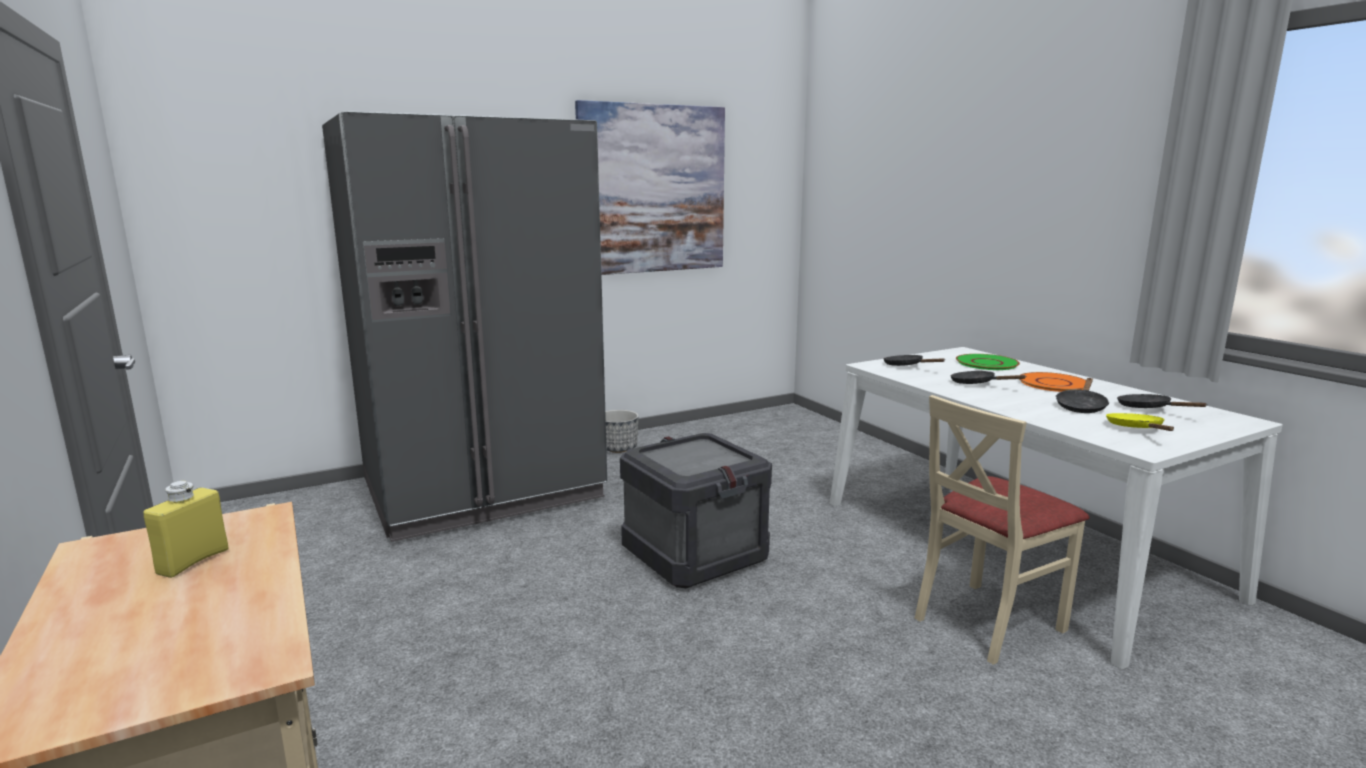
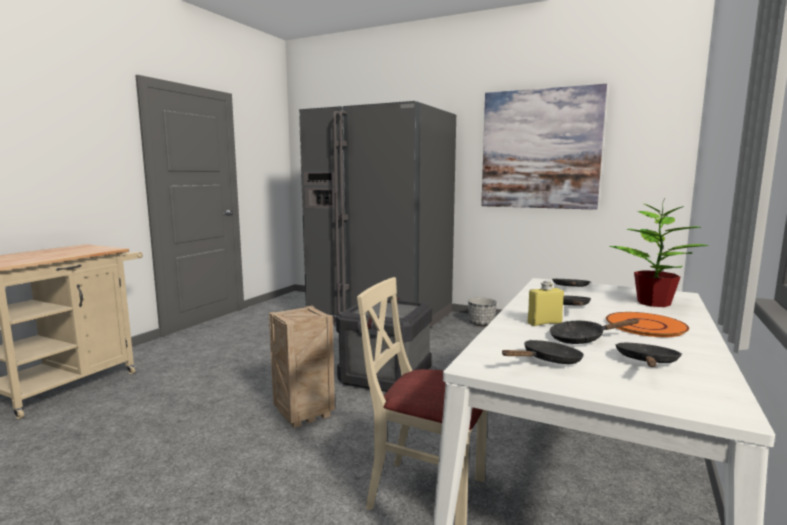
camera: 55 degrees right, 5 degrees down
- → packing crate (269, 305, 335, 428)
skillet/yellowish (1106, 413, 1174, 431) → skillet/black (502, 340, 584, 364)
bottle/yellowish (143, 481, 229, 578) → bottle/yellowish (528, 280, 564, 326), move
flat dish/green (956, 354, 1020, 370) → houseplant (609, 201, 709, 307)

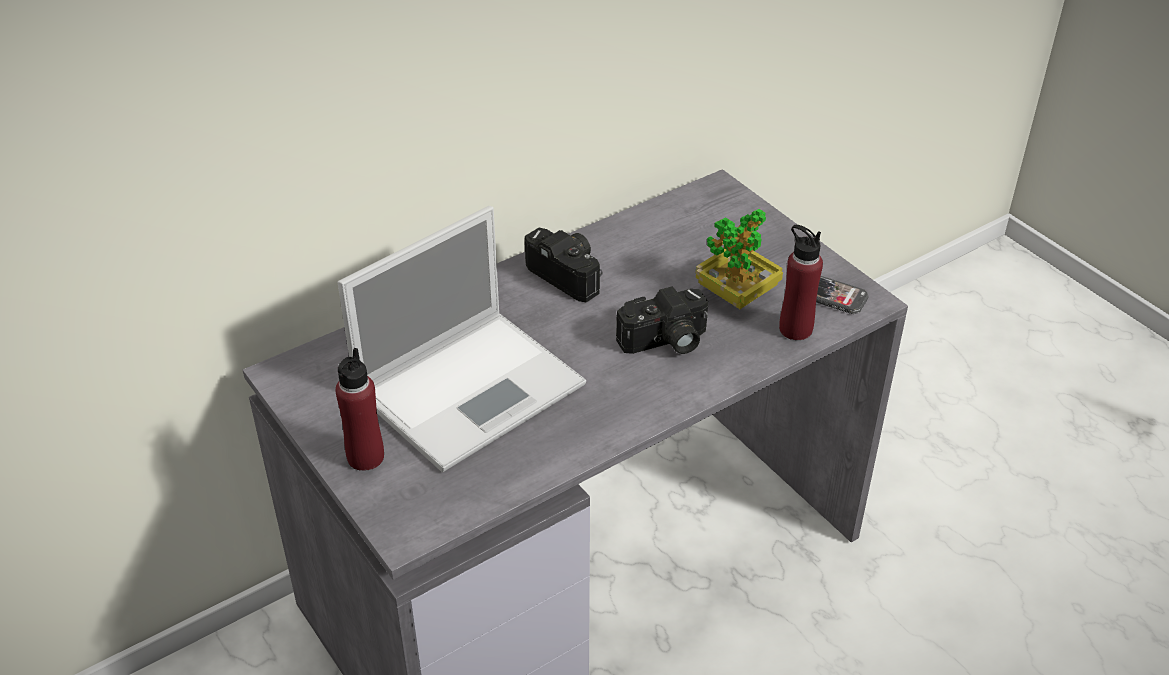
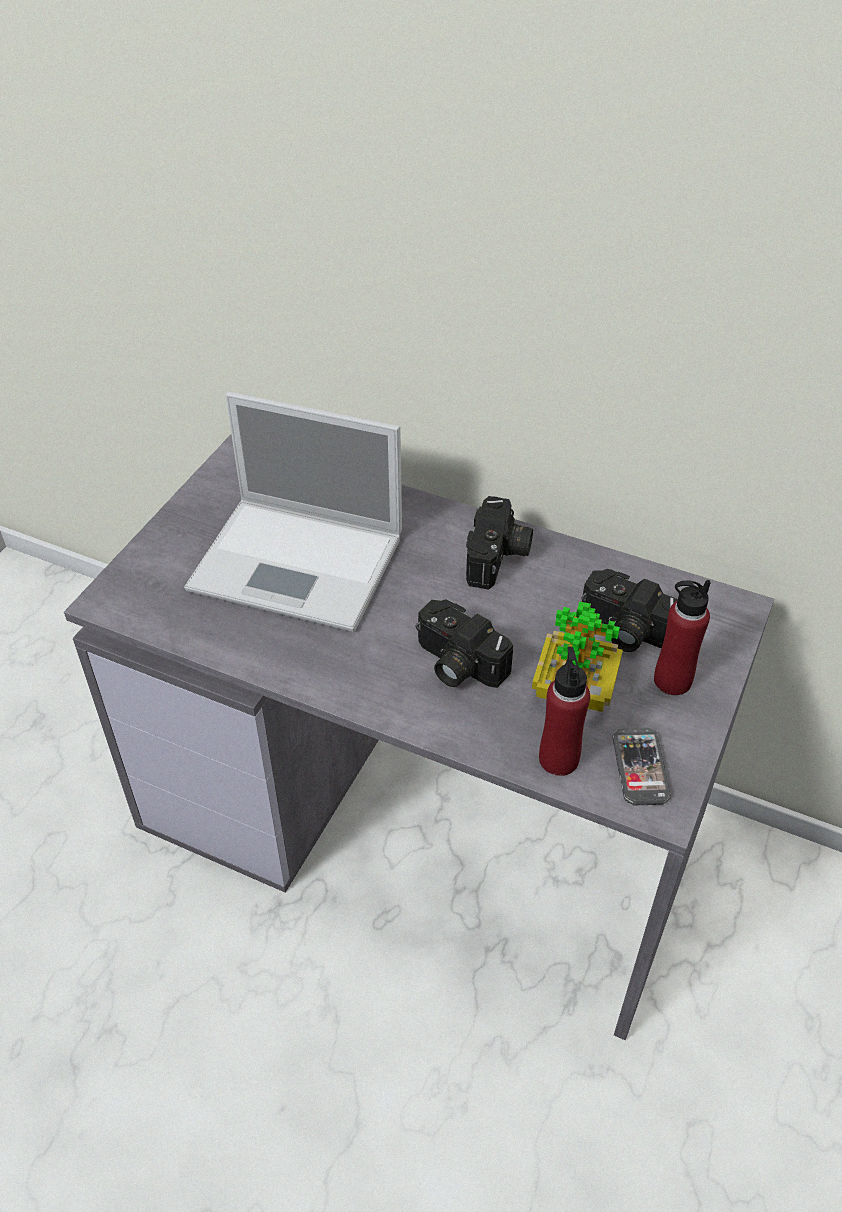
camera: 60 degrees right, 5 degrees up
- → still camera (581, 569, 678, 652)
bottle/red-coloured (335, 348, 384, 471) → bottle/red-coloured (654, 580, 711, 695), move

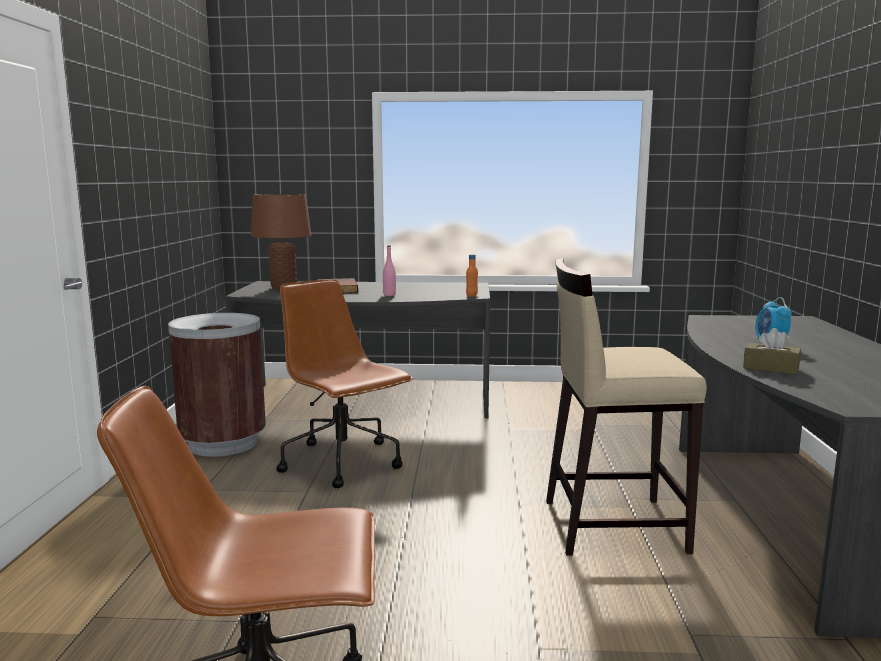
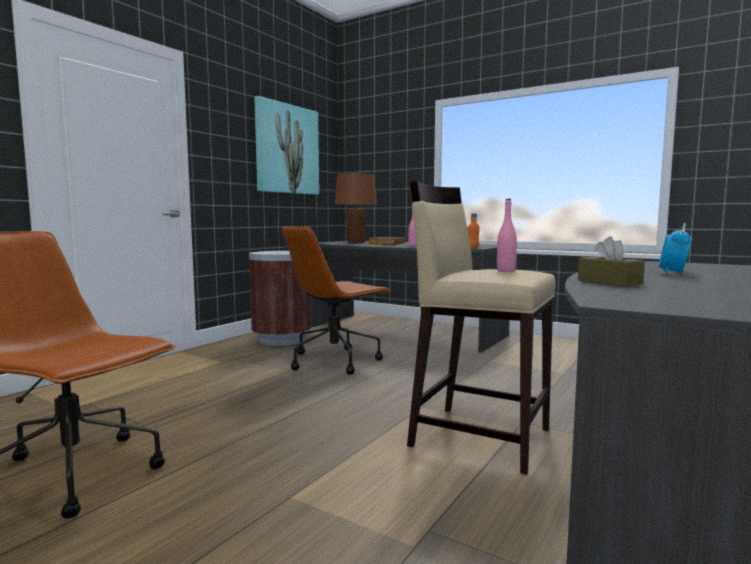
camera: 30 degrees right, 5 degrees down
- → wall art (254, 96, 319, 195)
desk chair/brown (276, 279, 413, 488) → desk chair/brown (282, 226, 391, 374), 120 degrees counterclockwise
- → bottle/pinkish (497, 199, 517, 272)

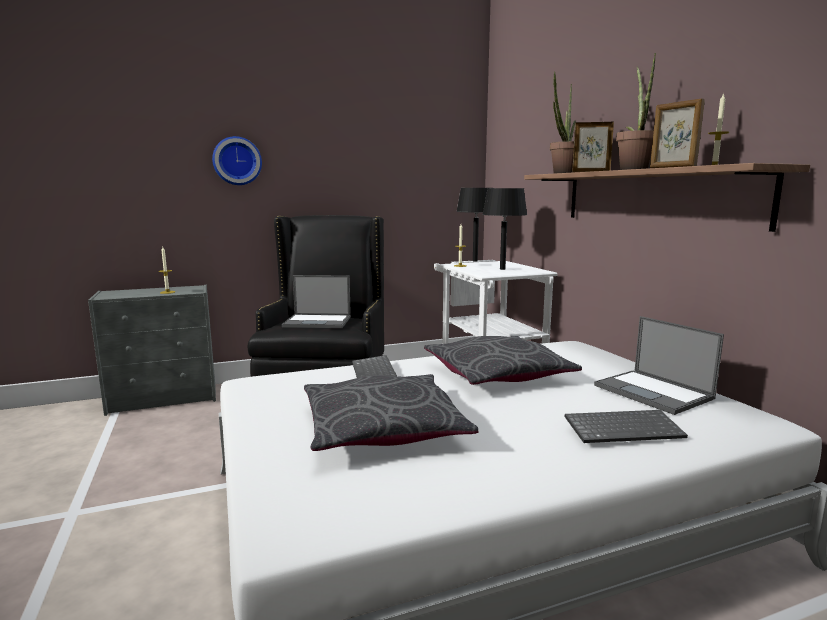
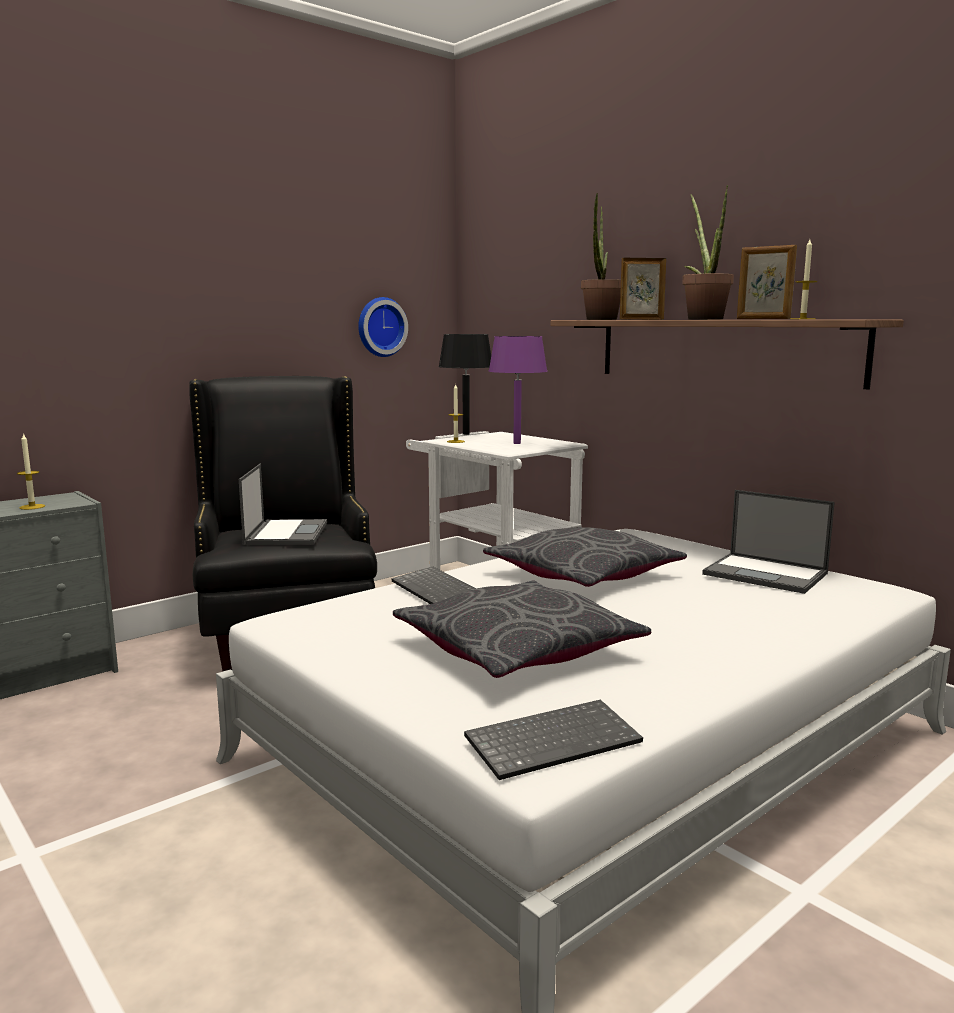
camera: 20 degrees left, 0 degrees up
portable computer (282, 275, 351, 328) → portable computer (239, 464, 327, 545), 75 degrees counterclockwise
wall clock (212, 136, 262, 185) → wall clock (358, 297, 408, 357), move
keyboard (565, 410, 688, 443) → keyboard (464, 699, 643, 780), move
lamp for a table/black (482, 188, 527, 270) → lamp for a table/purple (489, 336, 547, 444)

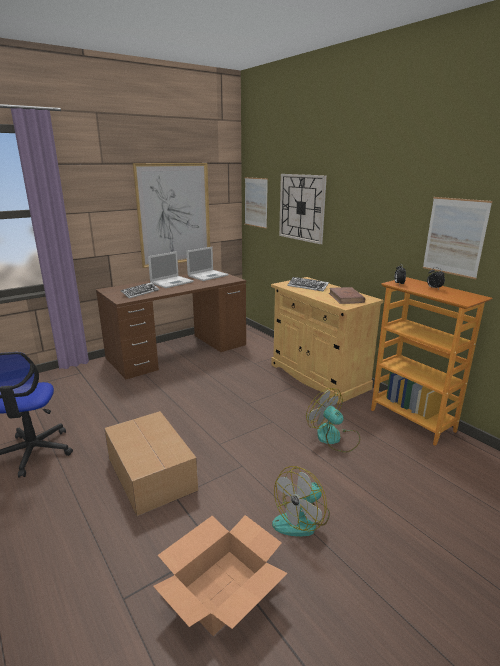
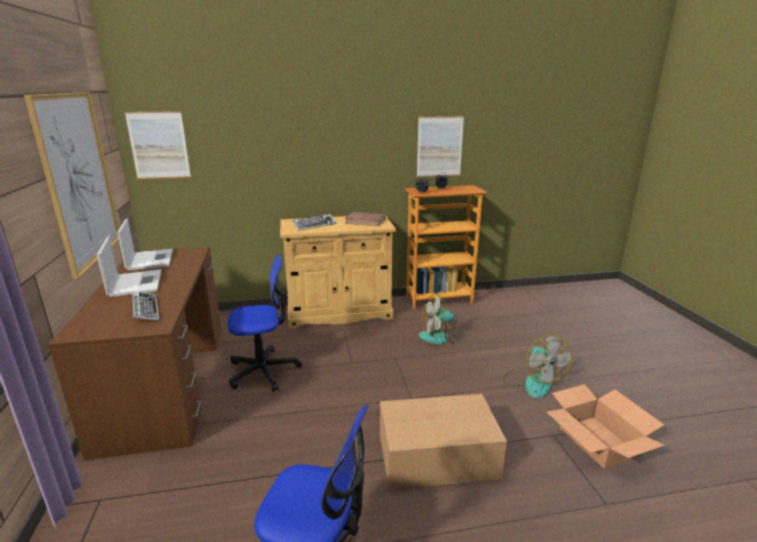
camera: 65 degrees left, 0 degrees up
- → desk chair (228, 254, 302, 392)
wall clock (279, 174, 327, 244) → -

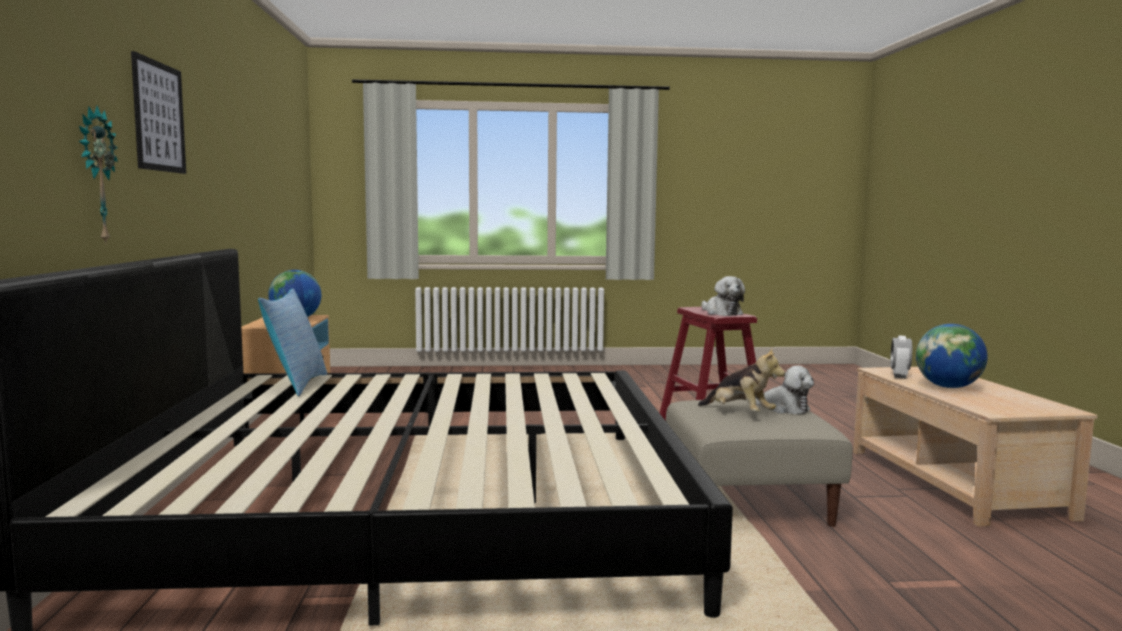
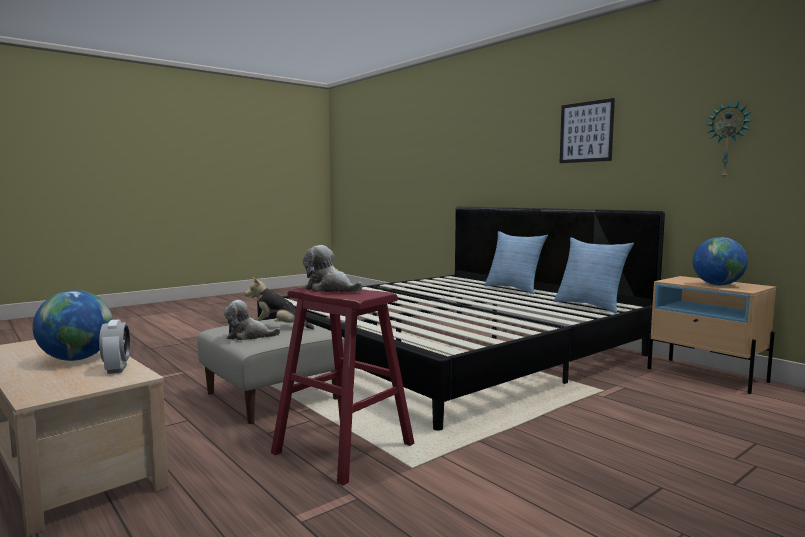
camera: 145 degrees right, 0 degrees up
- → throw pillow (484, 231, 548, 294)
wall clock (79, 105, 118, 244) → wall clock (706, 100, 752, 179), move

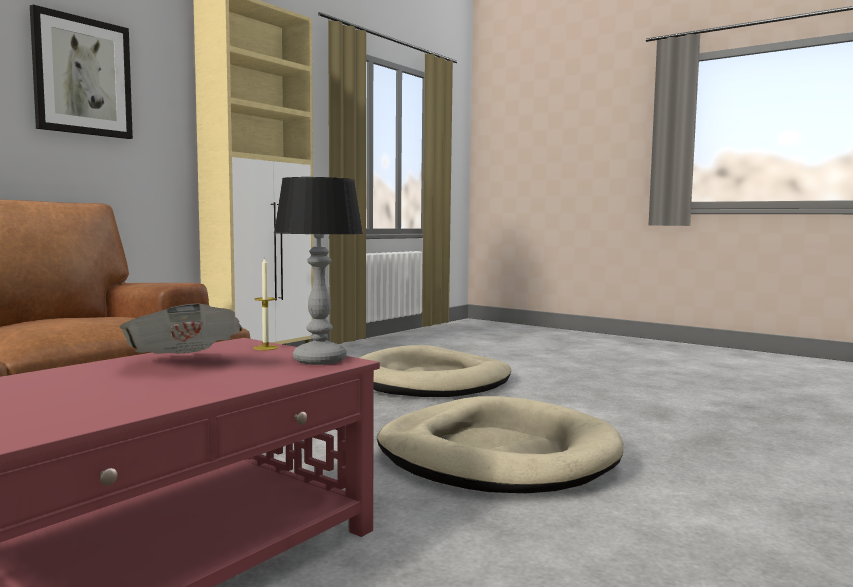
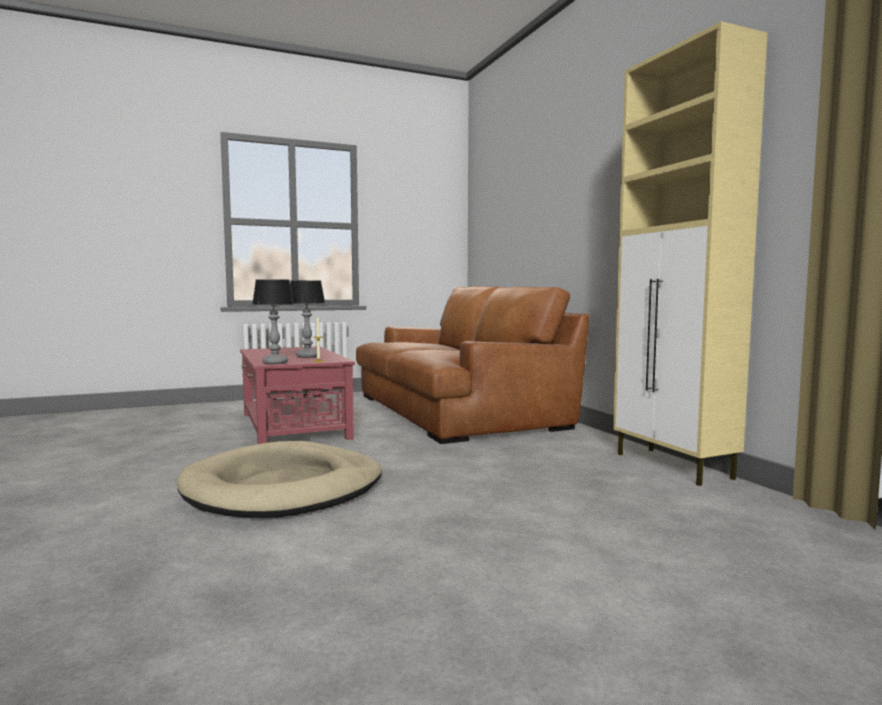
camera: 120 degrees right, 0 degrees up
printed paper (120, 303, 242, 354) → lamp for a table (290, 280, 325, 358)
wall art (30, 5, 133, 139) → -
dog cushion/beige (359, 345, 511, 397) → -

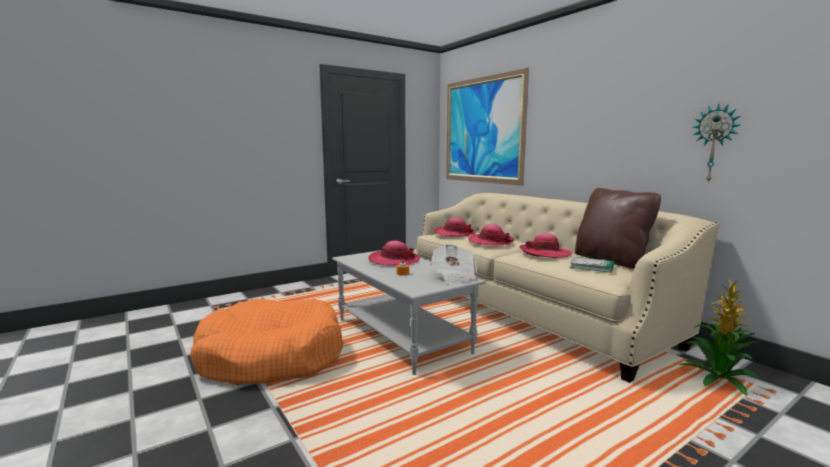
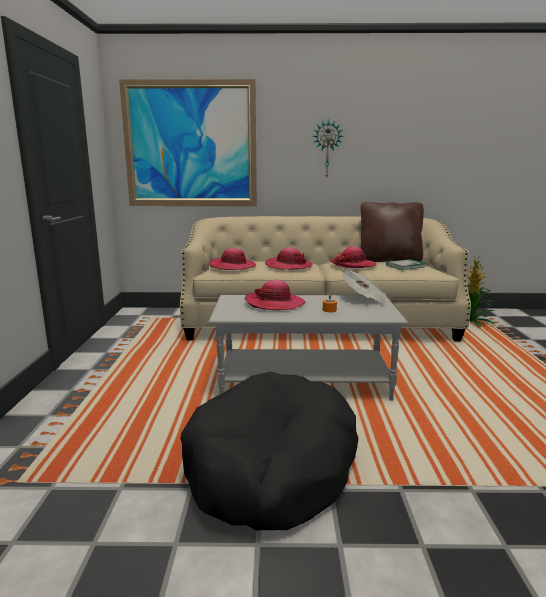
camera: 55 degrees left, 5 degrees up
dog cushion/orangey (190, 299, 343, 386) → dog cushion/black (180, 372, 359, 530)
wall clock (693, 104, 740, 183) → wall clock (313, 120, 343, 177), move

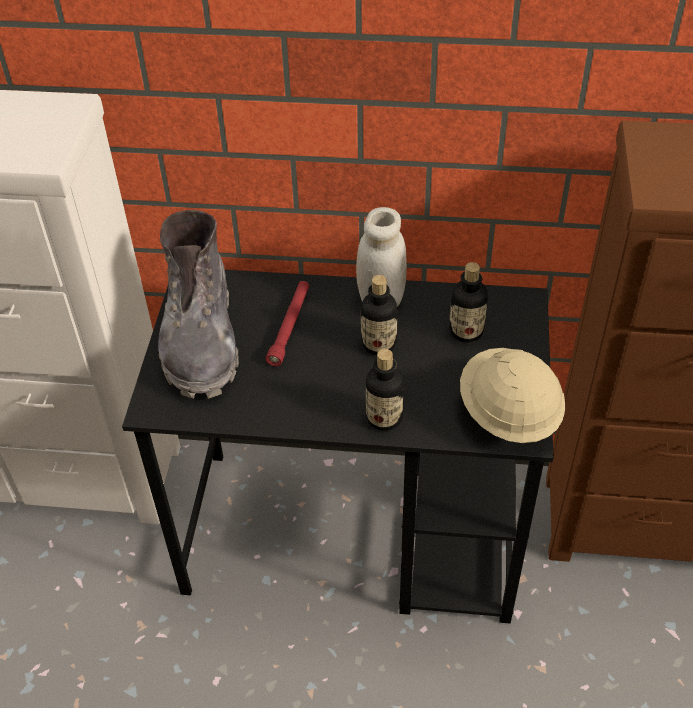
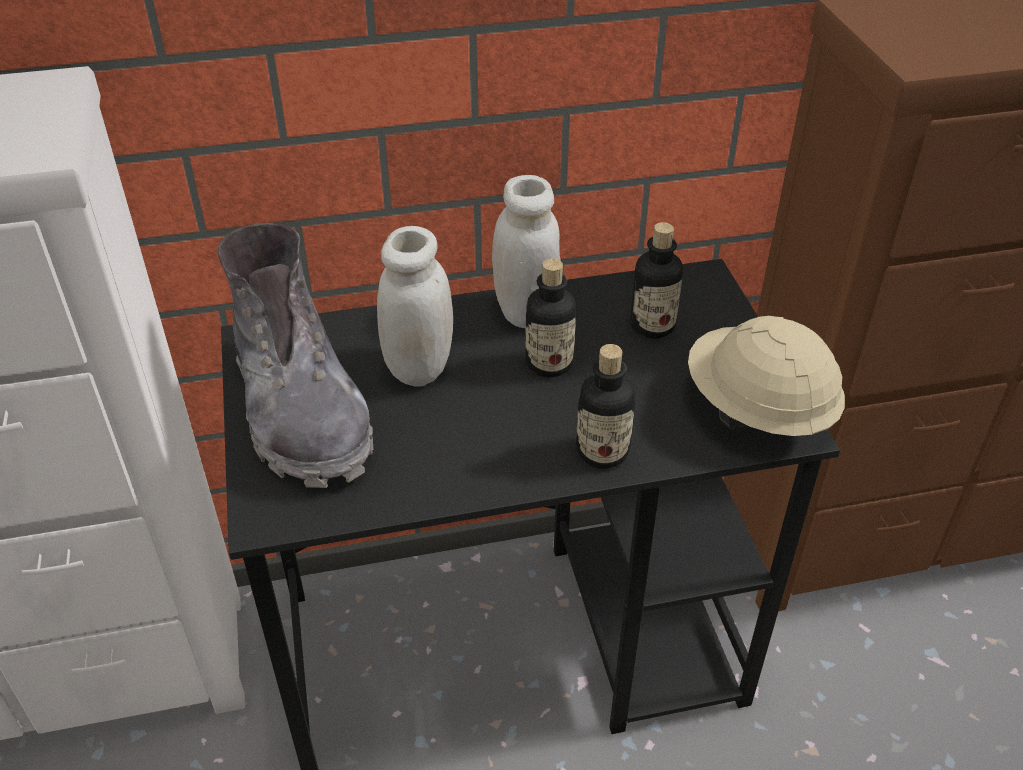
camera: 20 degrees left, 5 degrees down
hand torch/red-coloured (266, 281, 309, 366) → jar/whitish (377, 226, 453, 387)

